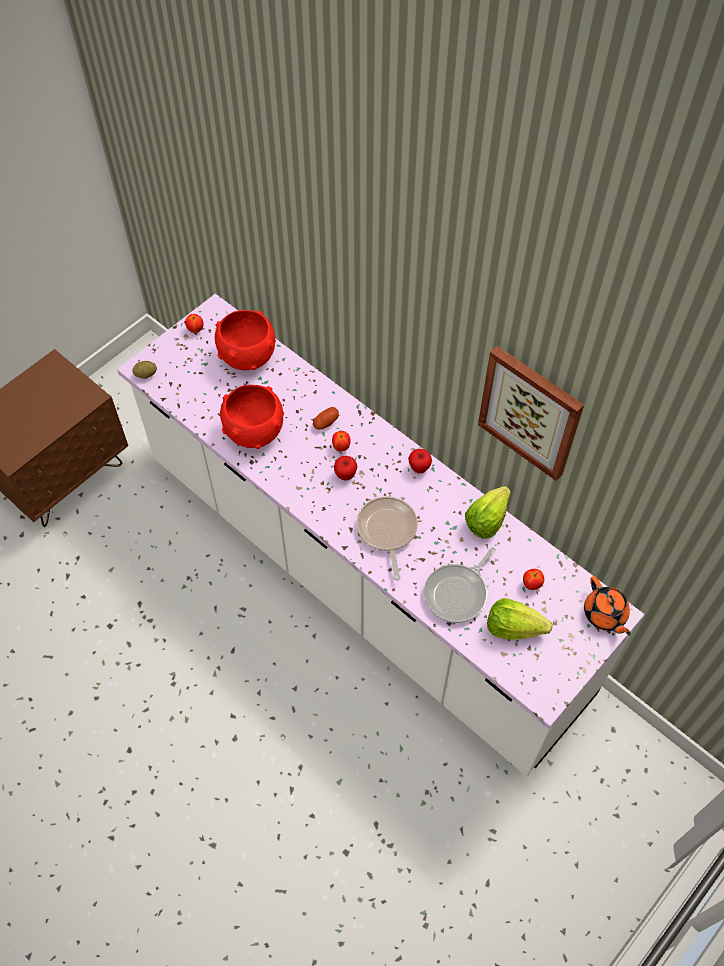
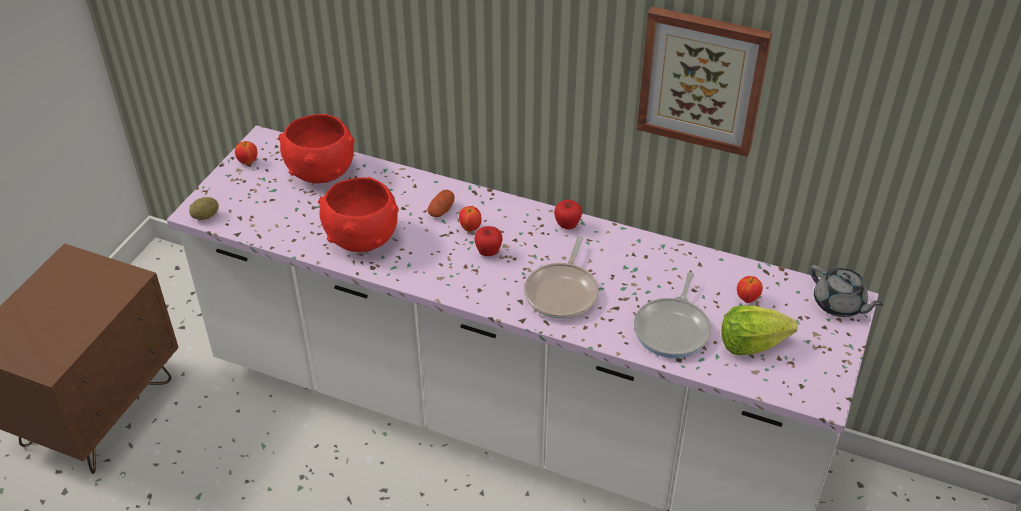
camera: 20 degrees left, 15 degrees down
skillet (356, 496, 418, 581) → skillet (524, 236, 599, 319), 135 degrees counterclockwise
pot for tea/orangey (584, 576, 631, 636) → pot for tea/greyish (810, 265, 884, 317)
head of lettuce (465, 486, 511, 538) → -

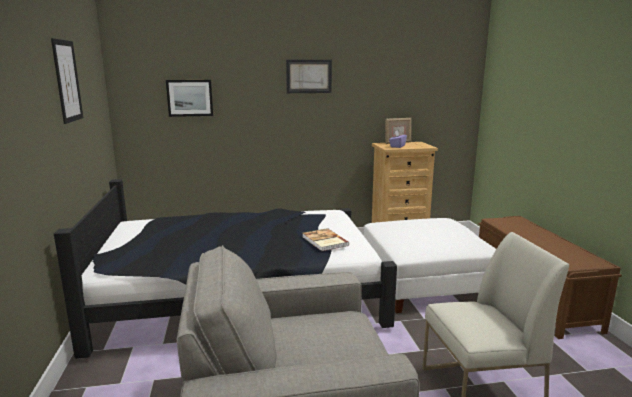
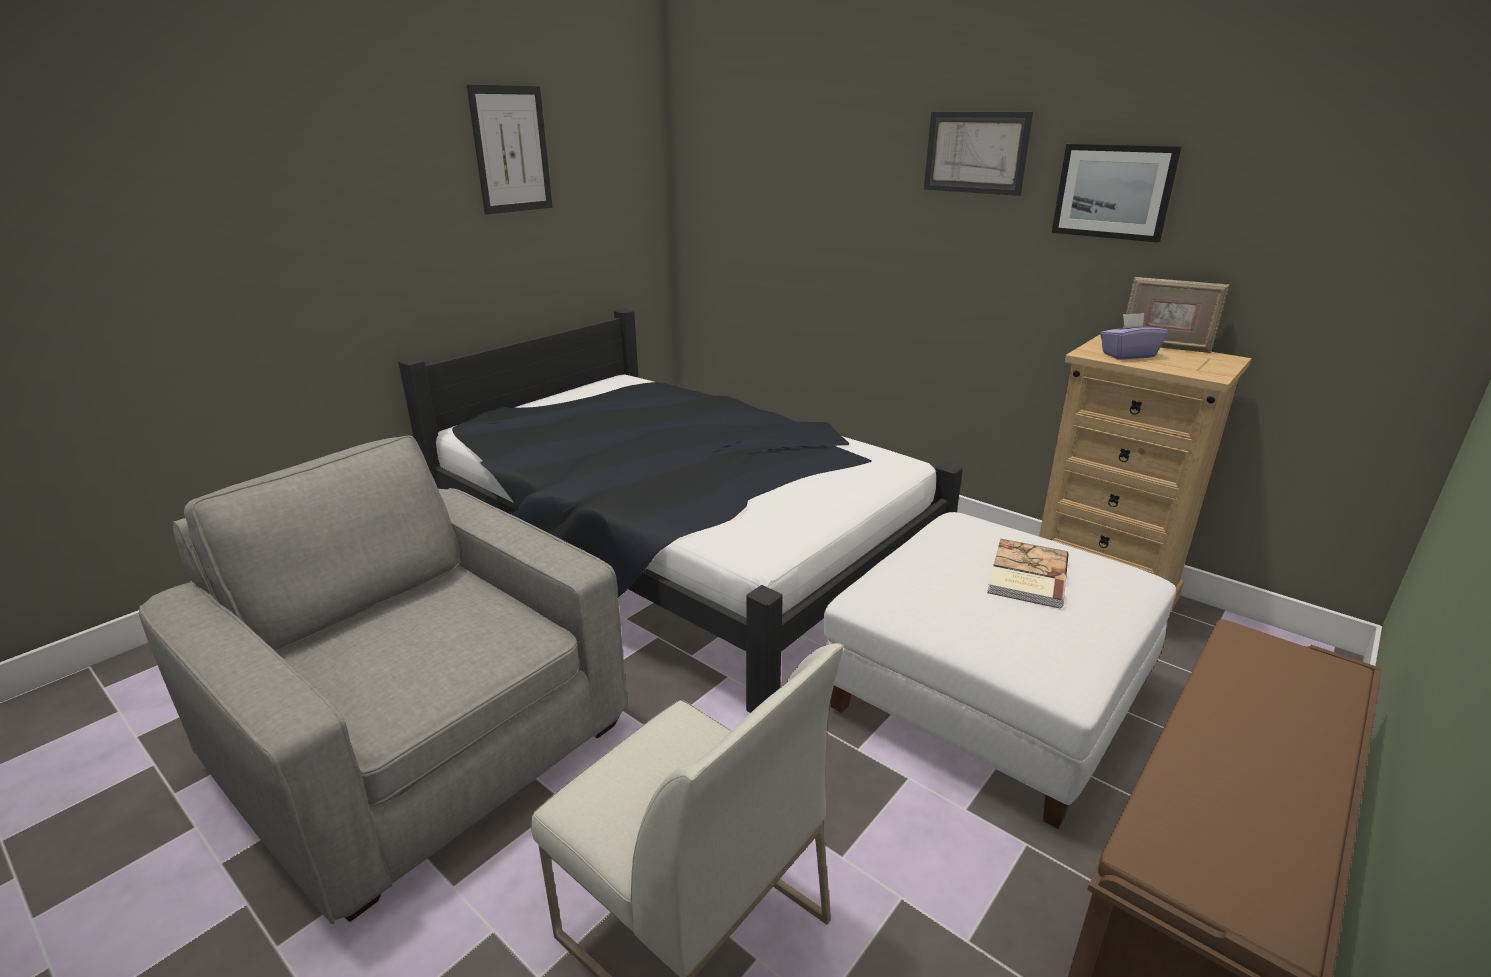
camera: 50 degrees right, 10 degrees up
volume (302, 228, 350, 251) → volume (987, 539, 1068, 608), move
wall art (166, 80, 213, 117) → wall art (1052, 144, 1181, 243), move

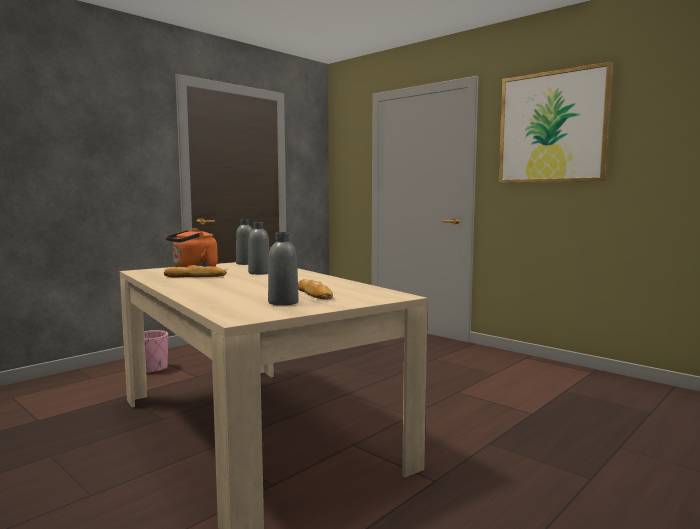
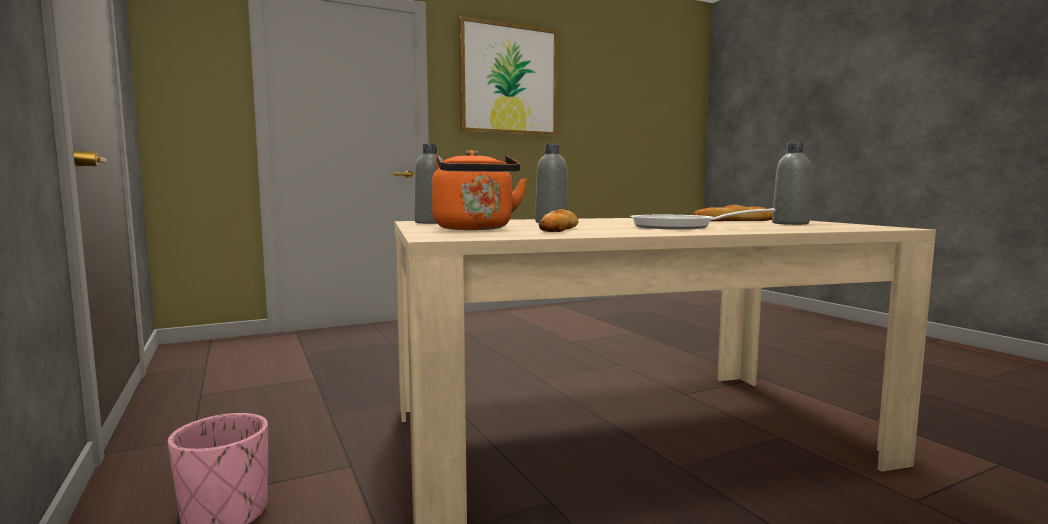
camera: 70 degrees left, 0 degrees up
- → skillet (630, 208, 775, 229)

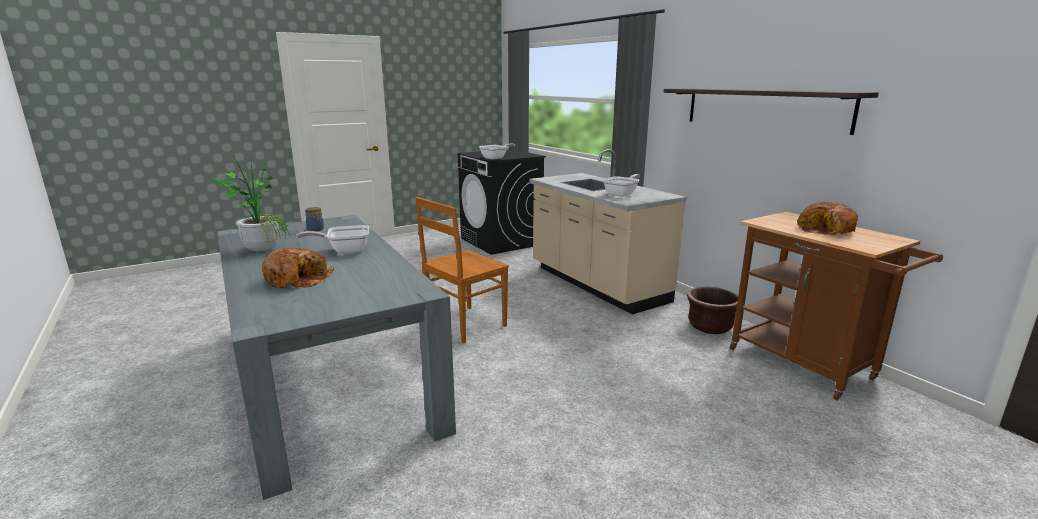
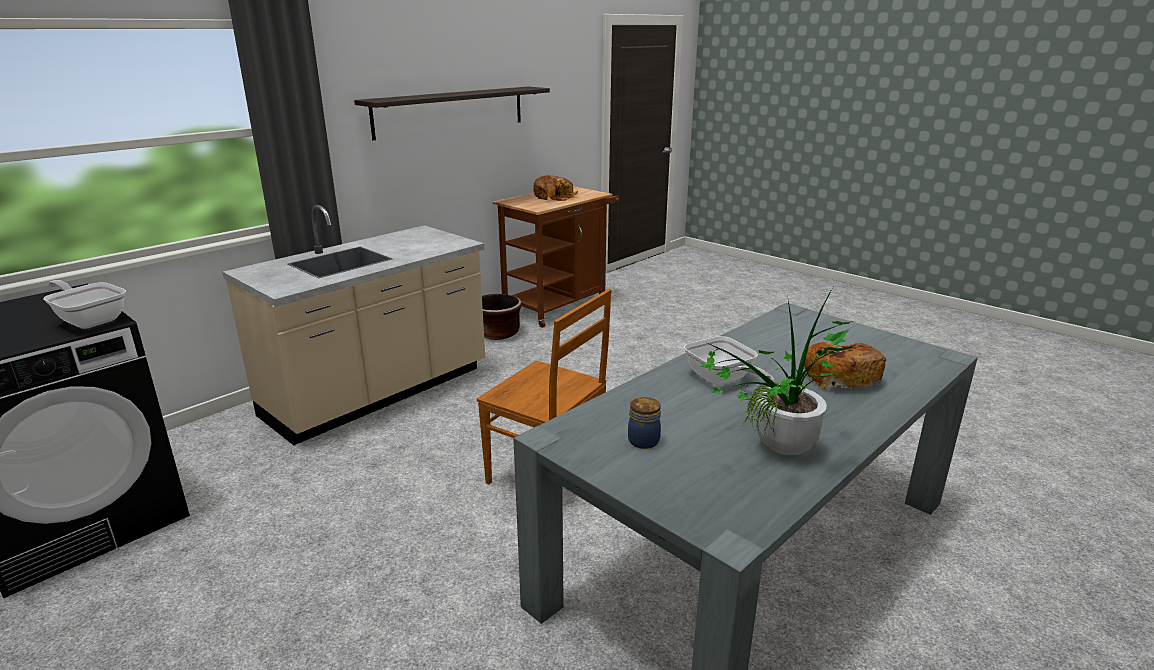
camera: 105 degrees left, 5 degrees up
skillet (603, 174, 640, 197) → -

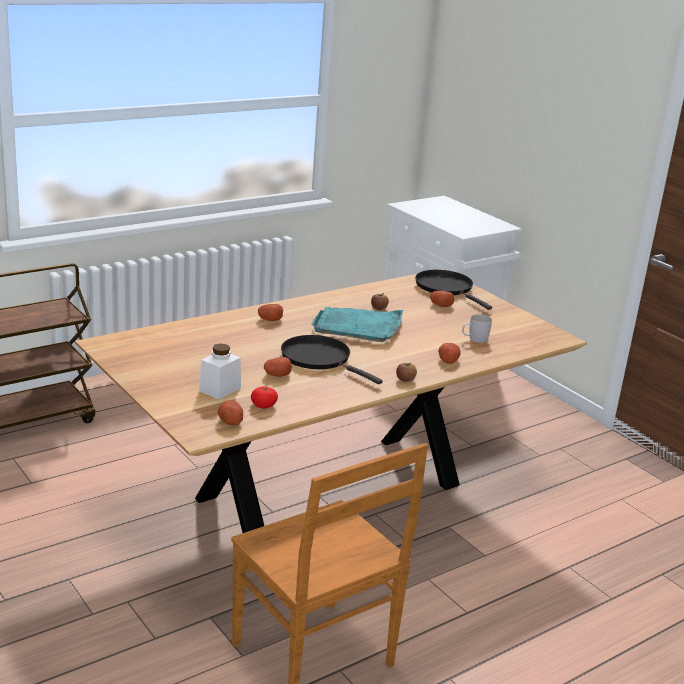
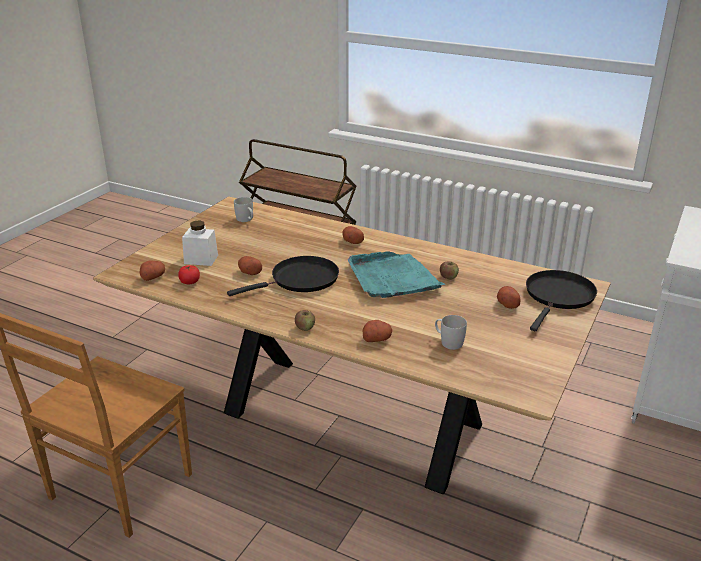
camera: 65 degrees right, 5 degrees up
skillet/black (281, 335, 383, 384) → skillet/black (227, 256, 339, 296), 45 degrees clockwise
- → coffee mug/whitish (234, 197, 253, 222)

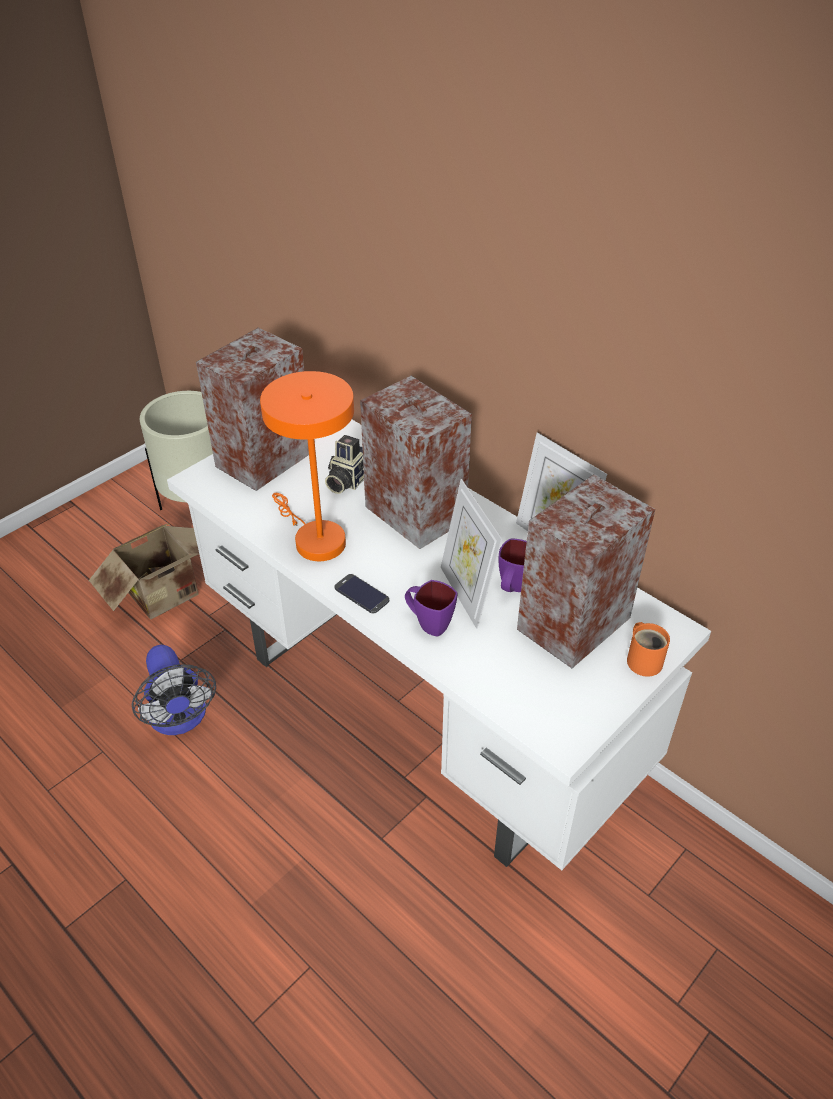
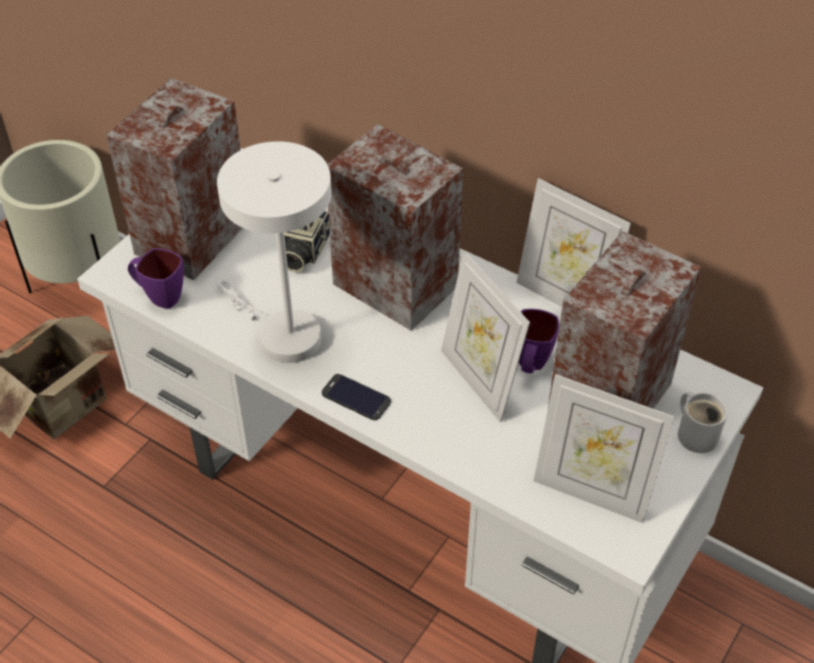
camera: 10 degrees left, 5 degrees up
coffee mug/purple (405, 580, 458, 636) → coffee mug/purple (128, 248, 184, 309), move
lamp for a table/orangey (260, 371, 354, 561) → lamp for a table/whitish (217, 141, 332, 363)
- → standing frame (534, 374, 674, 523)
coffee mug/orangey (627, 622, 670, 677) → coffee mug/whitish (678, 392, 728, 453)
fan (132, 645, 216, 735) → -

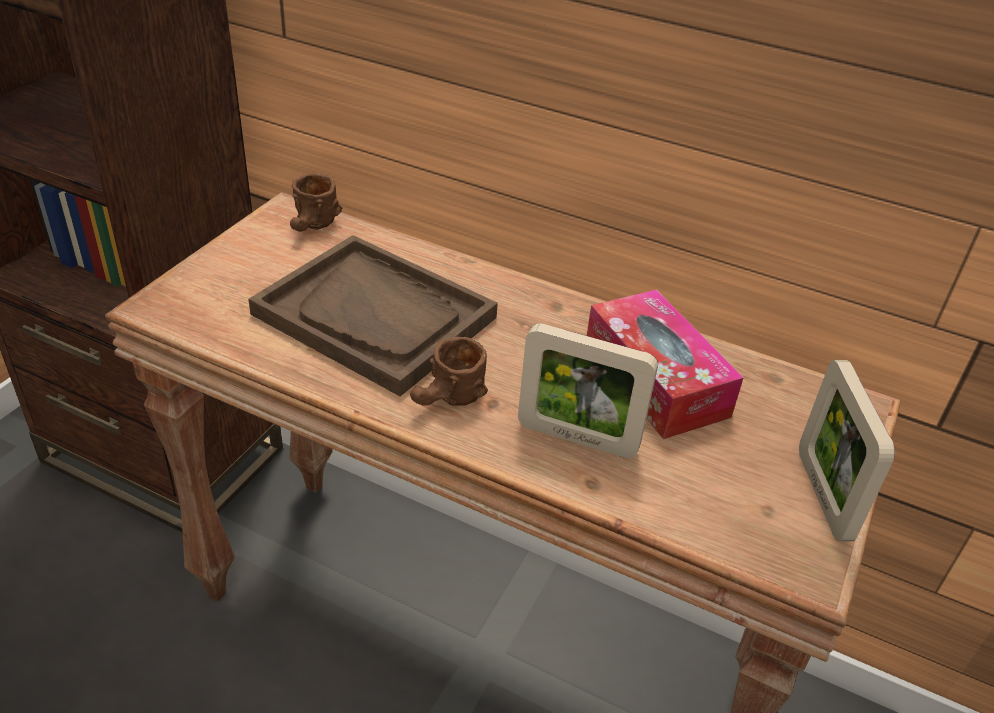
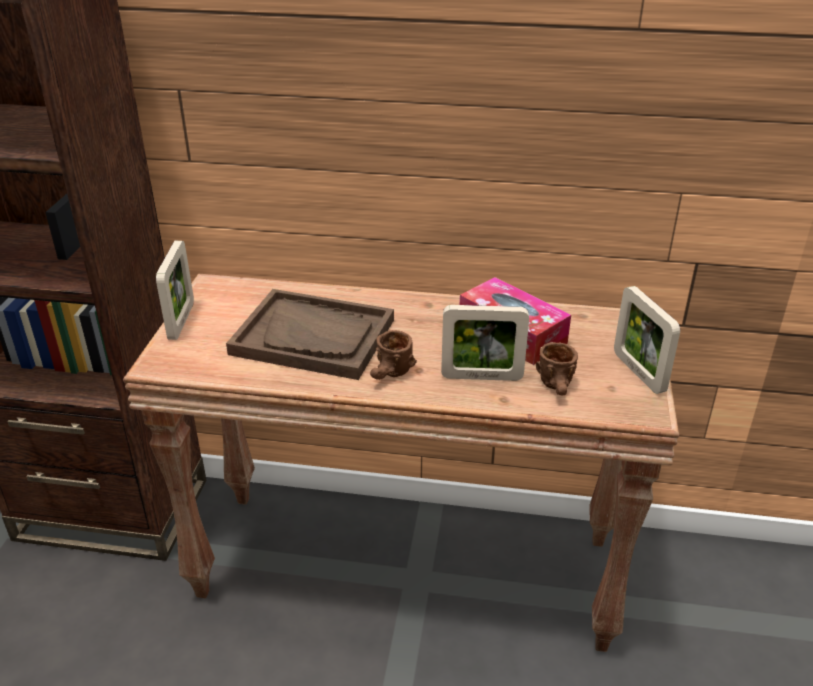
camera: 15 degrees left, 5 degrees down
- → standing frame (156, 241, 194, 340)
coffee mug/brown (290, 173, 342, 232) → coffee mug/brown (536, 342, 578, 395), move

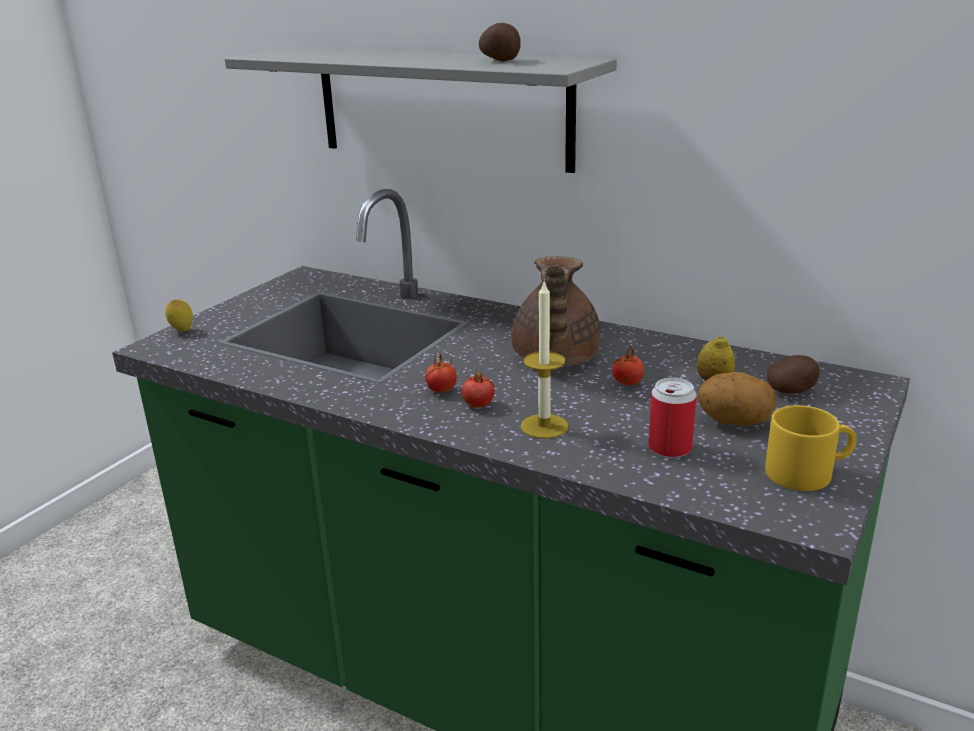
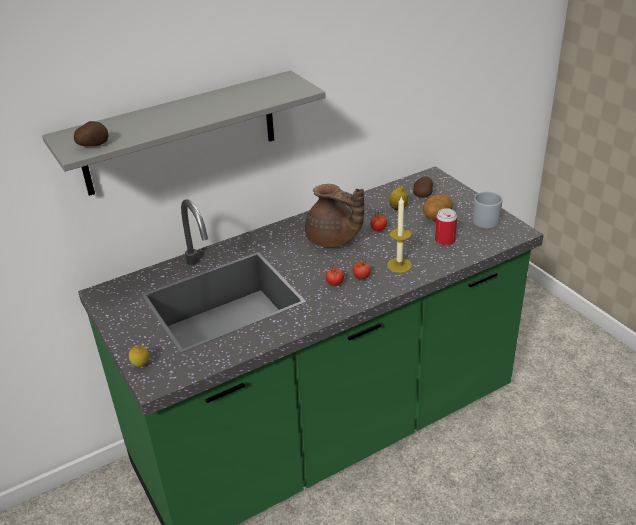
camera: 60 degrees left, 10 degrees up
potato (479, 23, 521, 62) → potato (74, 121, 108, 146), move
coffee mug/yellowish (765, 405, 857, 491) → coffee mug/greyish (472, 192, 502, 228)

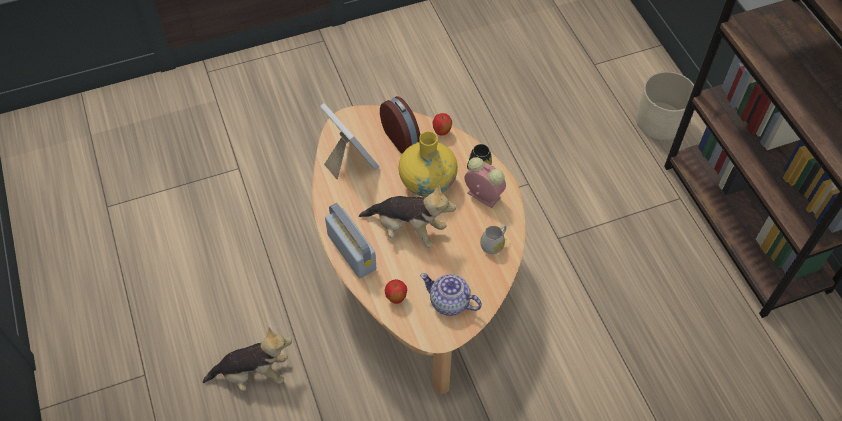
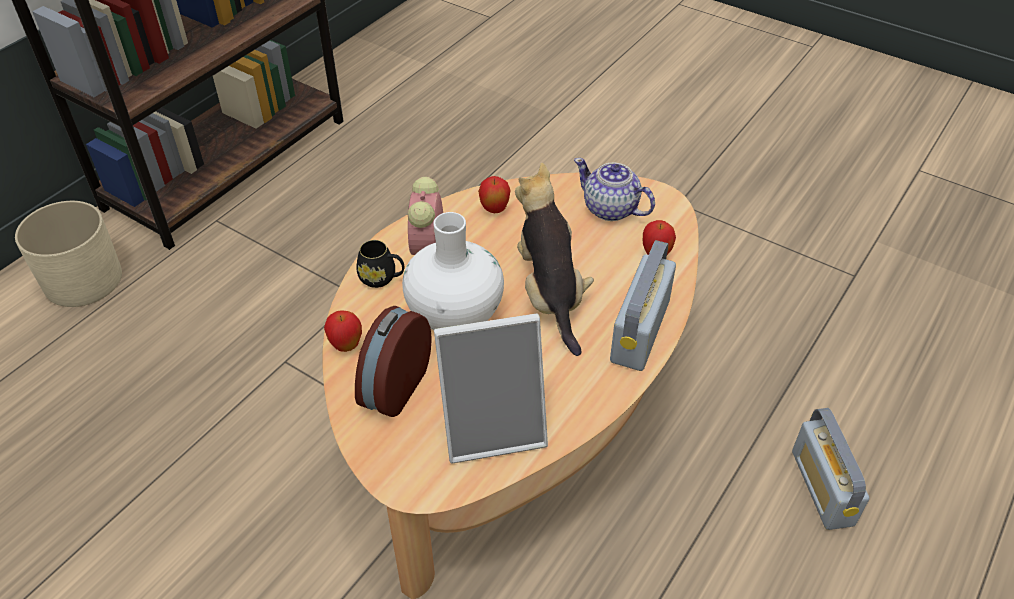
camera: 125 degrees left, 10 degrees down
vase/yellowish (399, 131, 458, 197) → vase/whitish (402, 212, 504, 330)
standing frame (320, 103, 379, 179) → standing frame (434, 313, 548, 464), 120 degrees counterclockwise
coffee mug/whitish (480, 224, 507, 254) → whole apple (478, 176, 511, 213)
pot for tea (420, 273, 482, 316) → pot for tea (574, 158, 655, 221), 135 degrees clockwise
plush toy (203, 327, 292, 391) → radio (792, 408, 869, 530)

